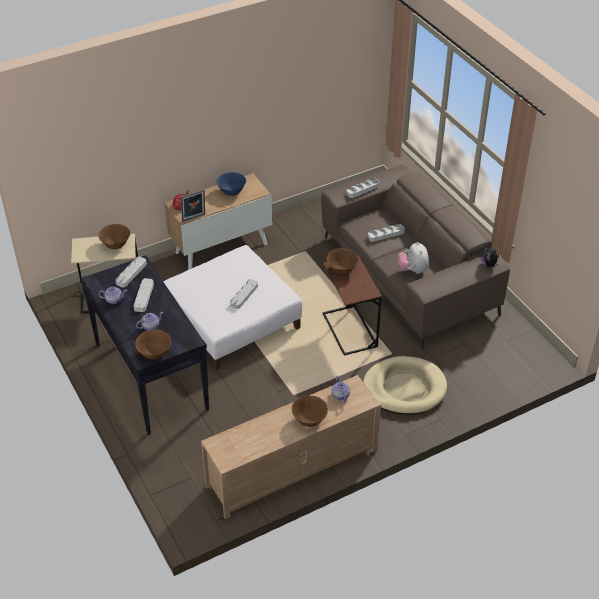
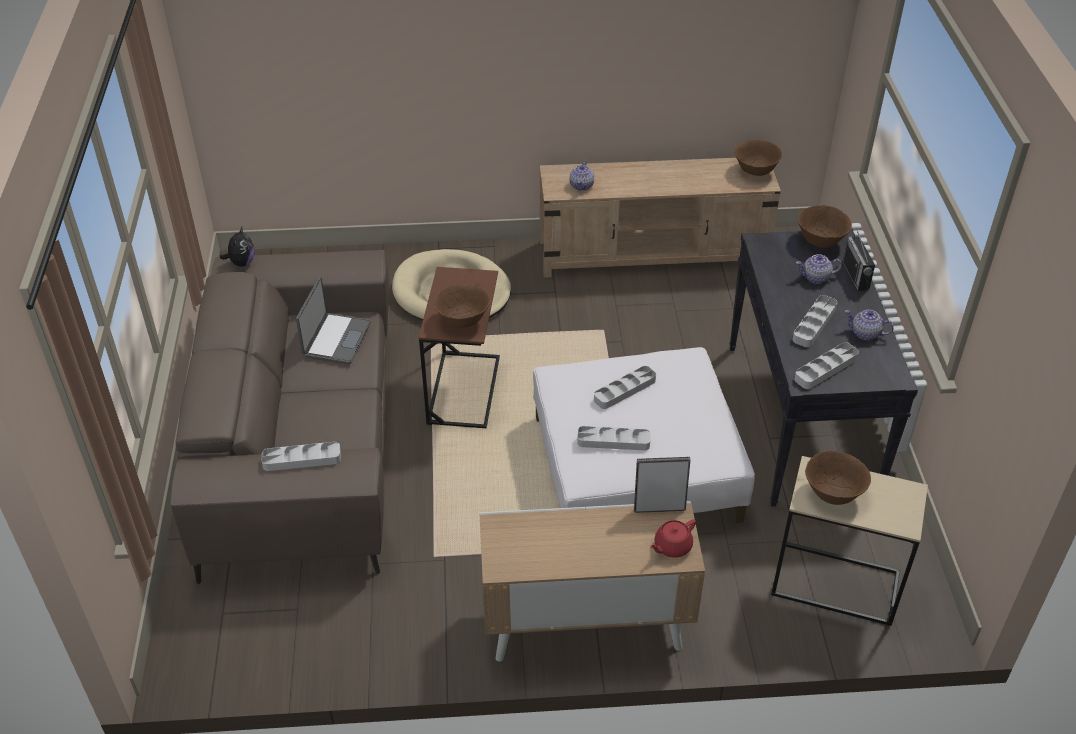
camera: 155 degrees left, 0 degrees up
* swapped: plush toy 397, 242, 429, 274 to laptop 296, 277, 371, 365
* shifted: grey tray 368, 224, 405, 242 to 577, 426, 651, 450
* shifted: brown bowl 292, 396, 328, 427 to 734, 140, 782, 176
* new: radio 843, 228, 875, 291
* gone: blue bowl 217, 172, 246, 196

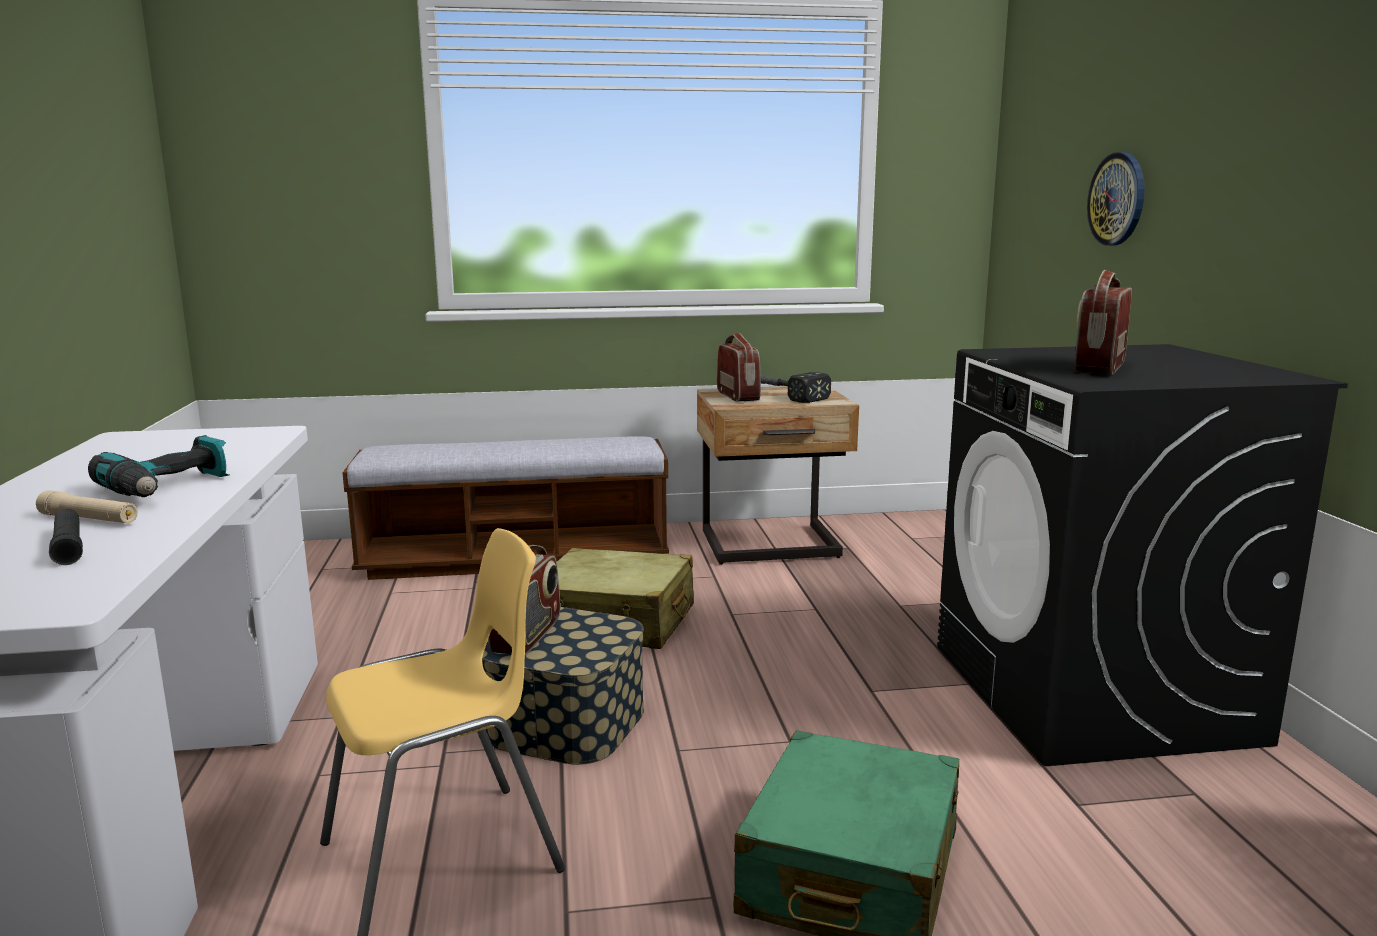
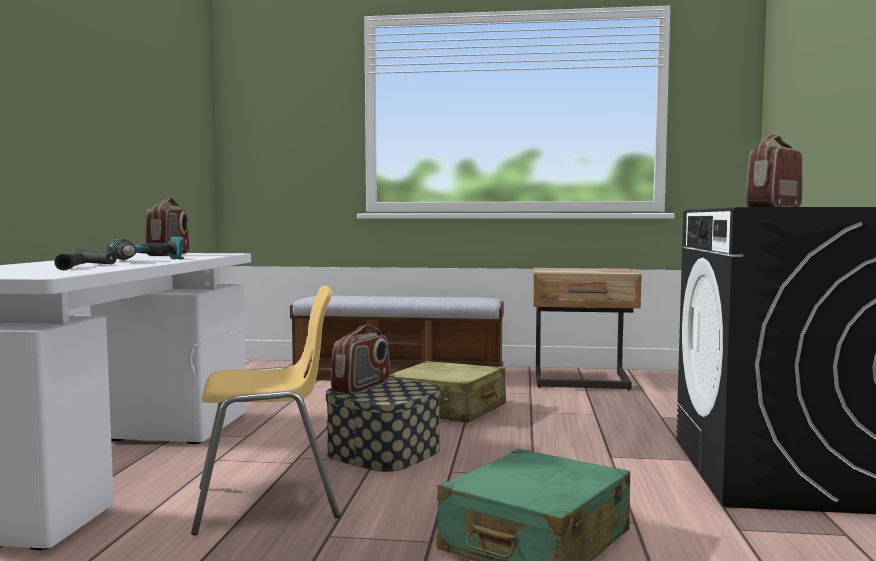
camera: 15 degrees right, 10 degrees down
* repainted: beige flashlight 36, 490, 138, 523 to black flashlight 70, 249, 117, 264
* shifted: radio 717, 333, 761, 402 to 146, 197, 189, 256
* gone: hammer 760, 372, 831, 403
* gone: wall clock 1087, 152, 1145, 246

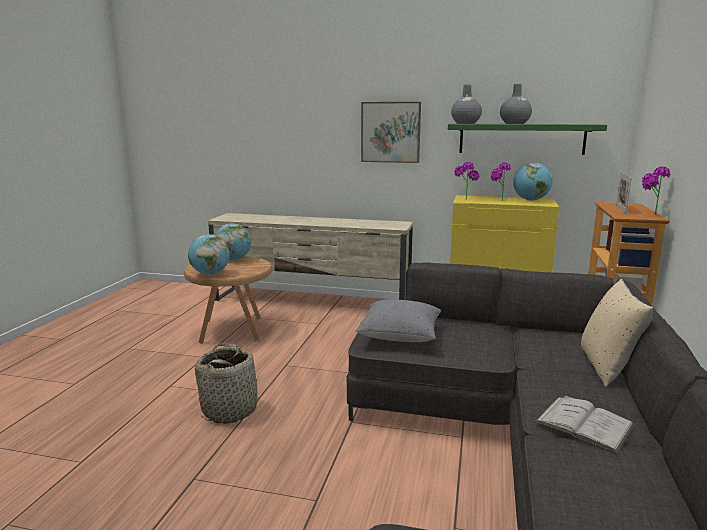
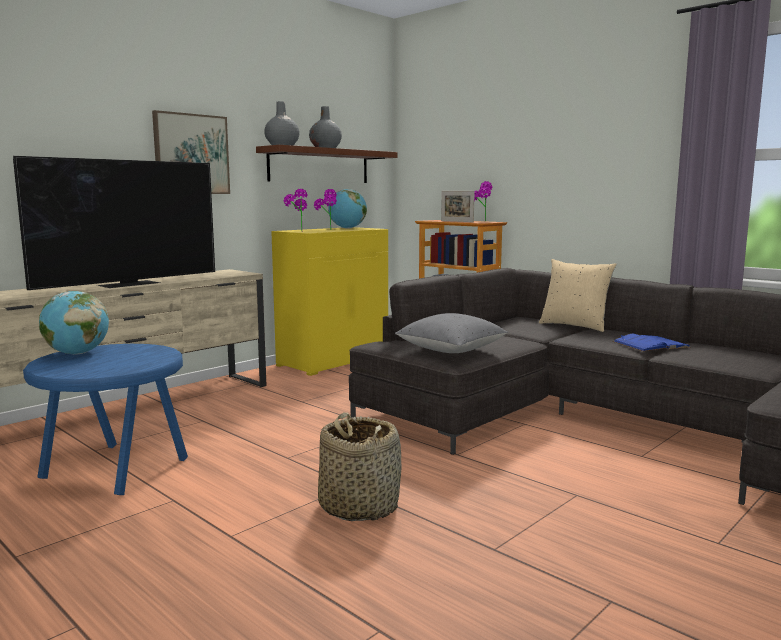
camera: 60 degrees left, 5 degrees down
* new: television 13, 156, 215, 290
* repainted: brown side table 184, 256, 272, 344 to blue side table 23, 344, 188, 495
* repainted: green shelf 448, 124, 607, 155 to brown shelf 256, 145, 397, 183
* repainted: white book 534, 395, 635, 454 to blue book 613, 334, 691, 352
* gone: globe 188, 234, 230, 275

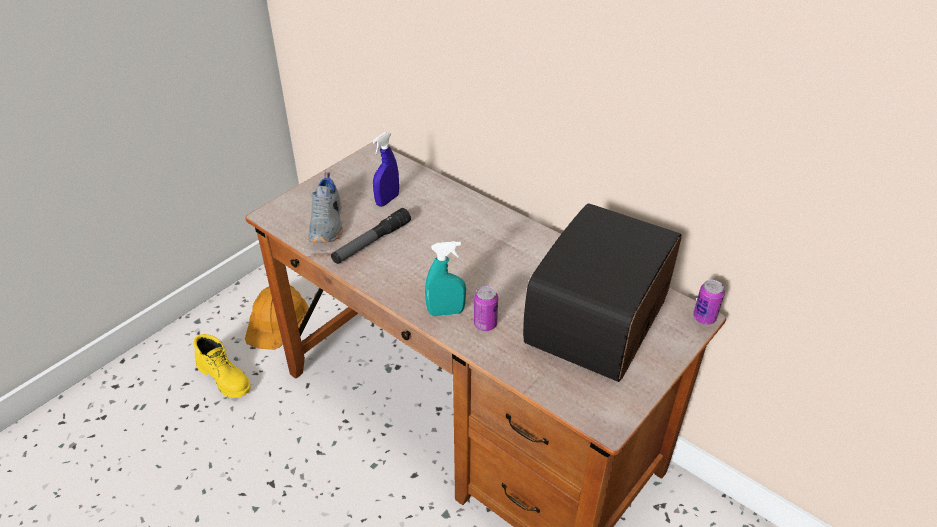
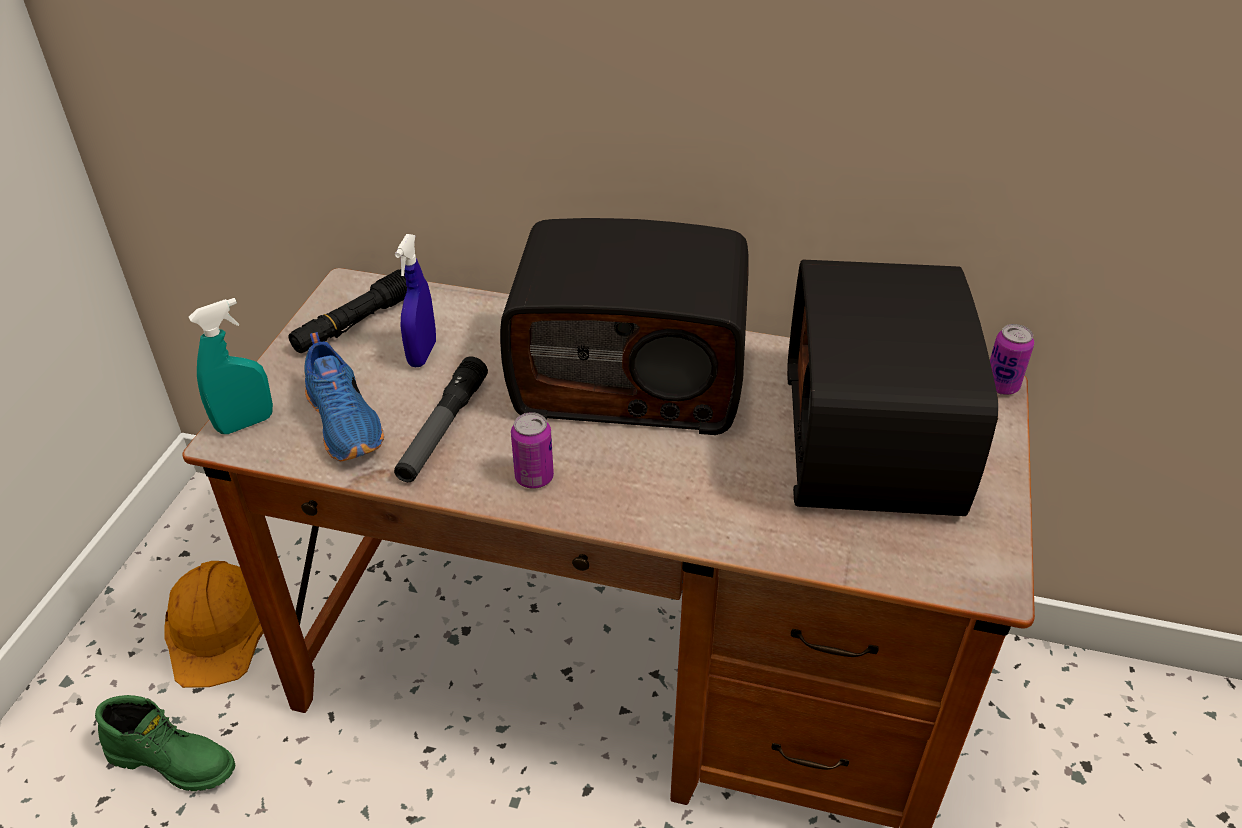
camera: 25 degrees left, 0 degrees up
* repainted: yellow boot 193, 334, 251, 398 to green boot 95, 695, 235, 791
* shifted: turquoise spray bottle 425, 241, 466, 316 to 189, 298, 273, 434
* new: black flashlight 289, 269, 407, 353
* repainted: grey shoe 309, 172, 343, 243 to blue shoe 305, 332, 384, 461
* new: radio 500, 218, 749, 435
* shifted: can 474, 286, 498, 331 to 511, 412, 554, 489

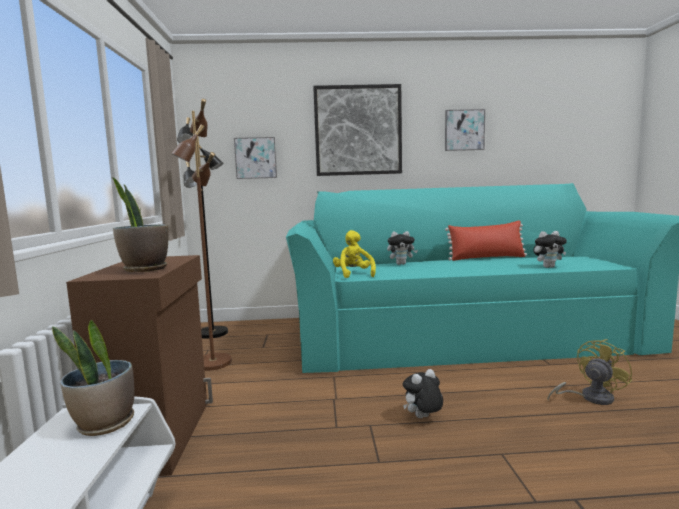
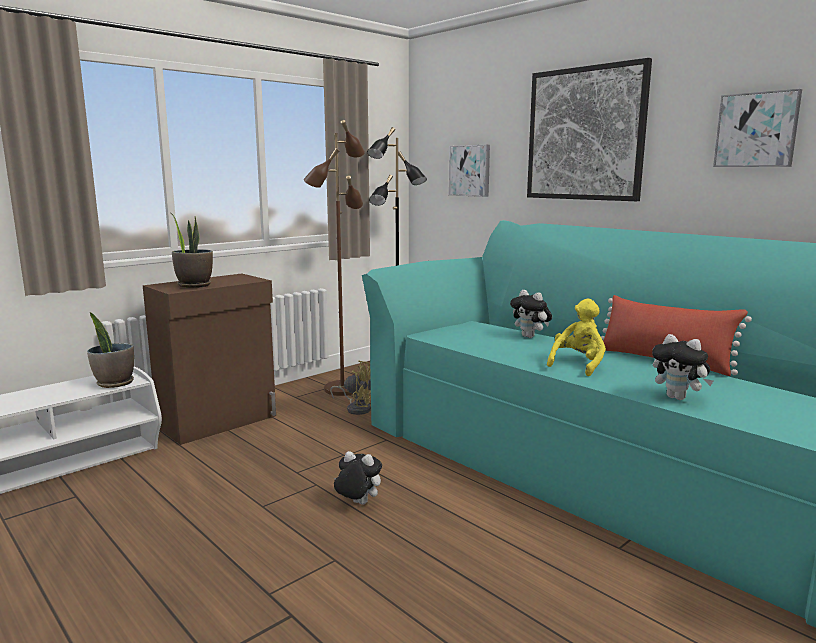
camera: 50 degrees right, 5 degrees up
* shifted: yellow fan 547, 339, 632, 405 to 330, 361, 371, 415
* shifted: yellow plush toy 333, 230, 376, 278 to 547, 299, 606, 376

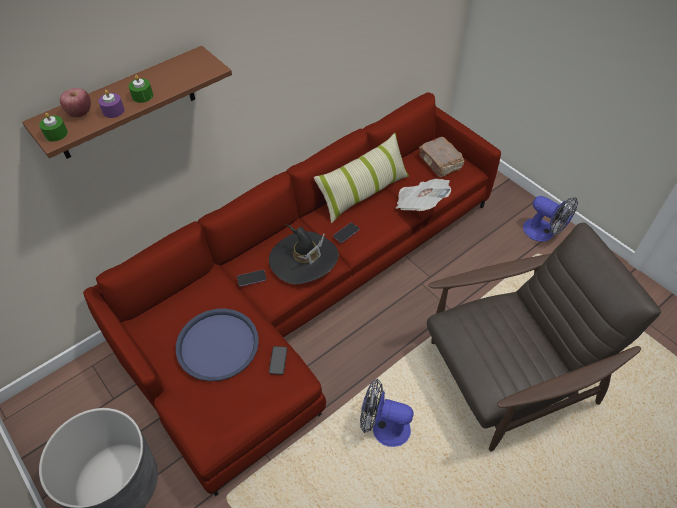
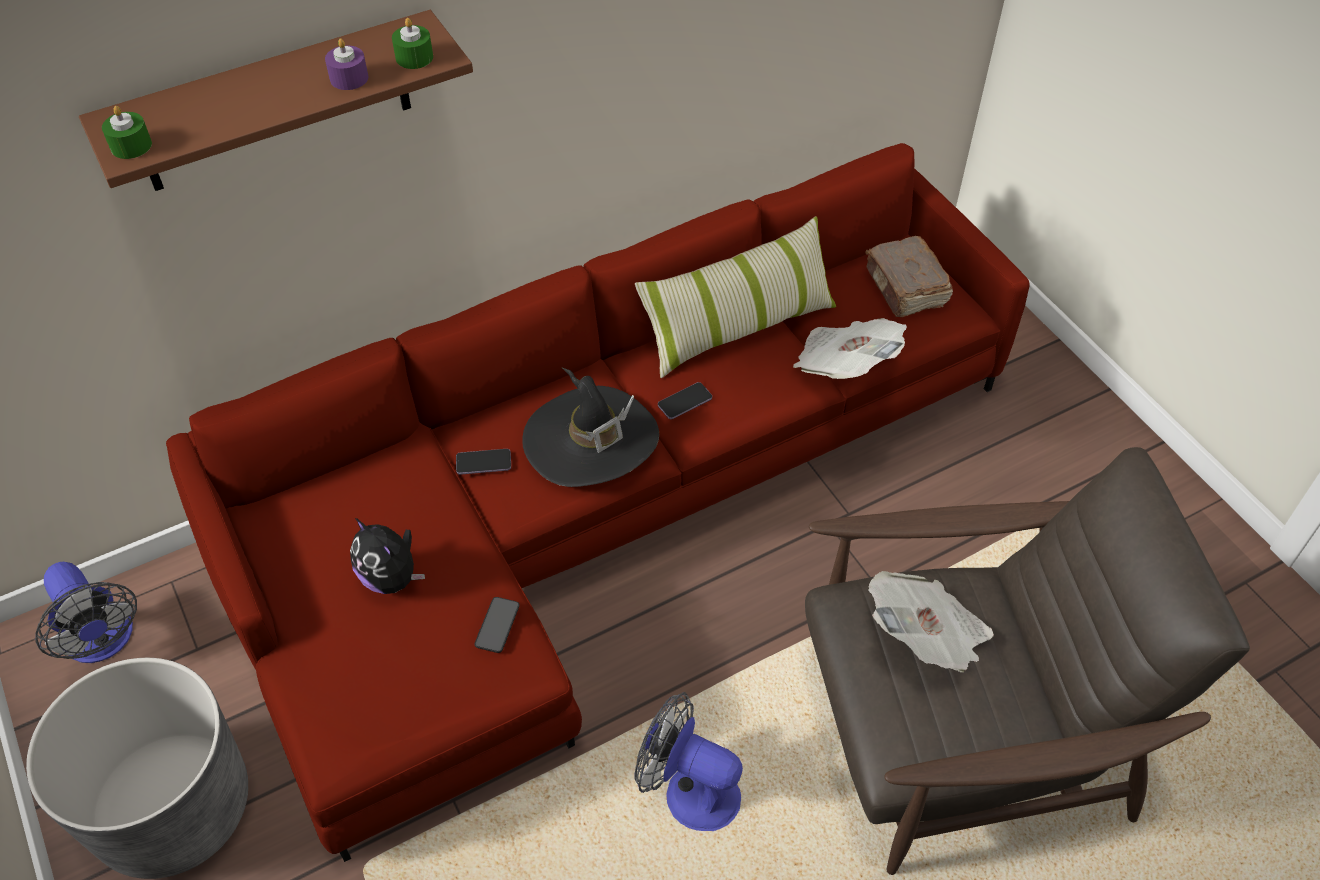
camera: 10 degrees right, 0 degrees up
* shifted: fan 523, 196, 578, 242 to 35, 562, 137, 663
* shifted: purple candle 98, 90, 124, 118 to 325, 38, 368, 90
* swapped: blue tray 176, 309, 259, 381 to plush toy 350, 518, 425, 594
* shifted: green candle 128, 75, 153, 103 to 392, 18, 433, 69
* new: newspaper 868, 571, 994, 672
* gone: apple 60, 88, 91, 118

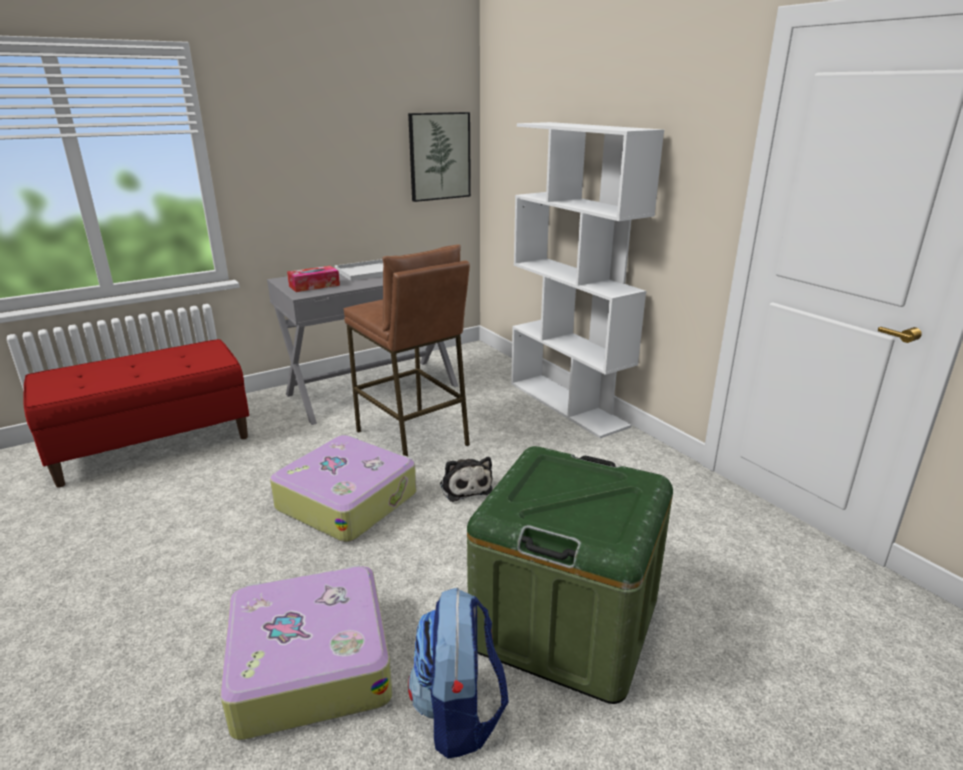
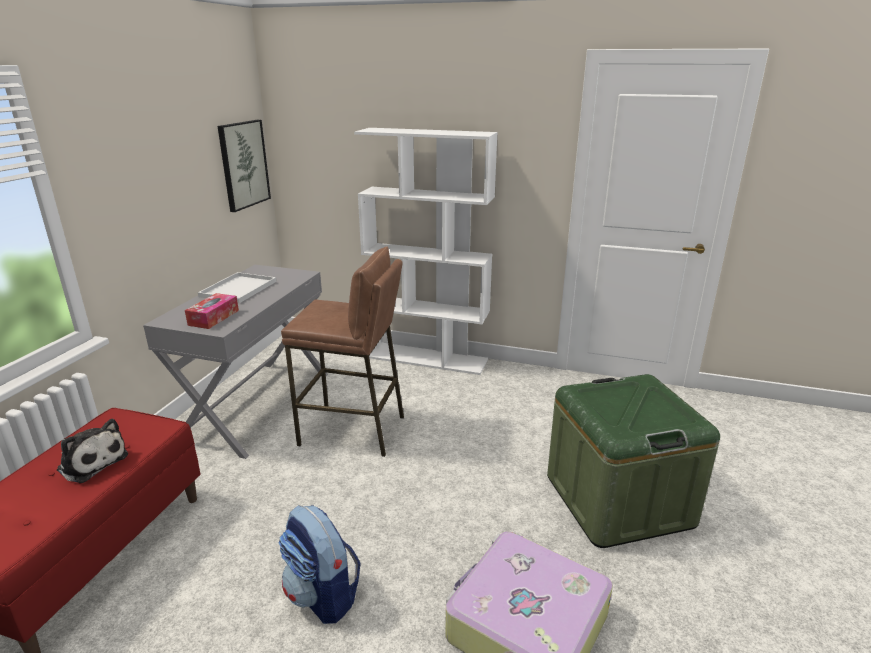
camera: 40 degrees left, 0 degrees up
* shifted: plush toy 440, 457, 493, 502 to 57, 419, 128, 483
* shifted: backpack 408, 587, 509, 759 to 278, 505, 360, 624
* gone: suitcase 270, 435, 416, 542

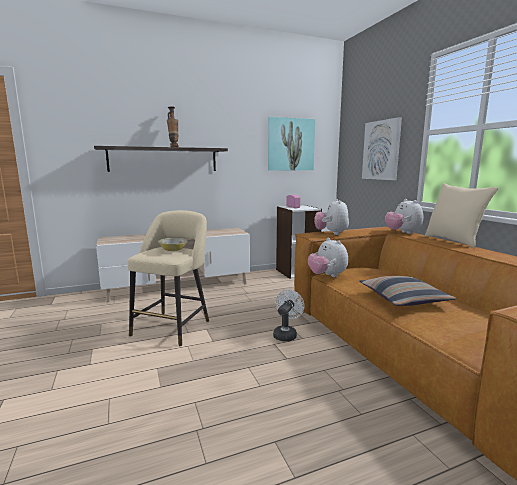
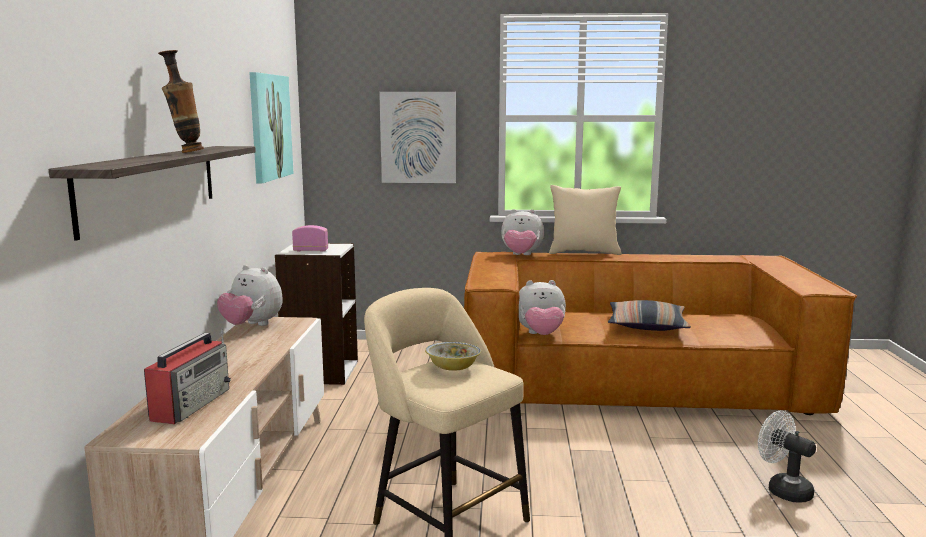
camera: 65 degrees left, 0 degrees up
* new: radio 144, 329, 231, 424
* shifted: plush toy 314, 199, 349, 235 to 217, 265, 283, 326
* shifted: white fan 273, 290, 305, 341 to 758, 411, 816, 503

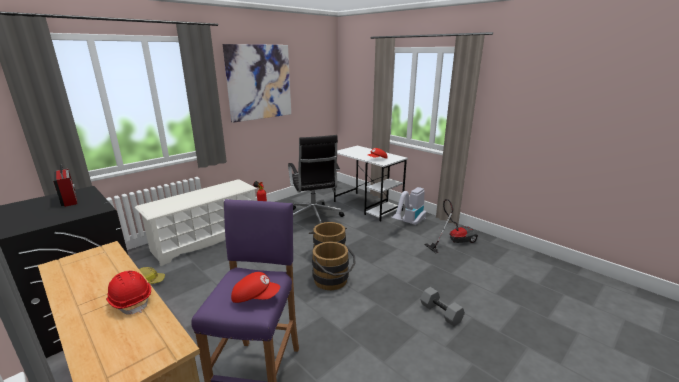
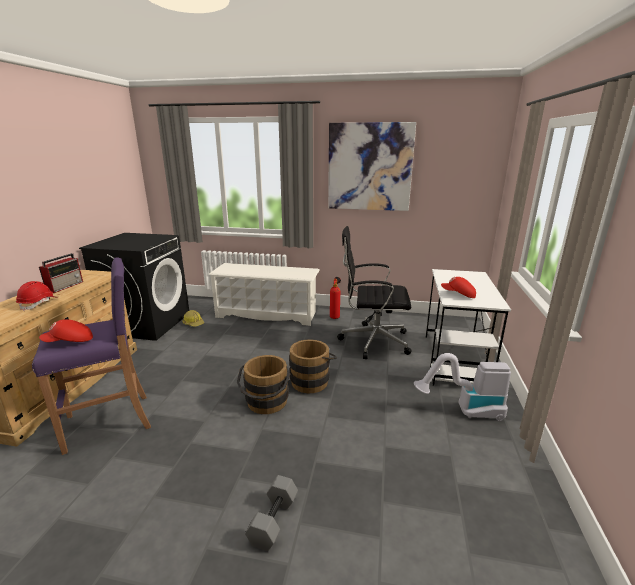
camera: 55 degrees right, 0 degrees up
* shifted: radio 53, 165, 77, 207 to 39, 253, 83, 293
* rotated: red cap 231, 272, 280, 303 = 39, 319, 93, 342 90 degrees clockwise
* rotated: black office chair 288, 135, 344, 223 = 337, 226, 411, 359 60 degrees clockwise
* gone: vacuum cleaner 424, 199, 478, 253

